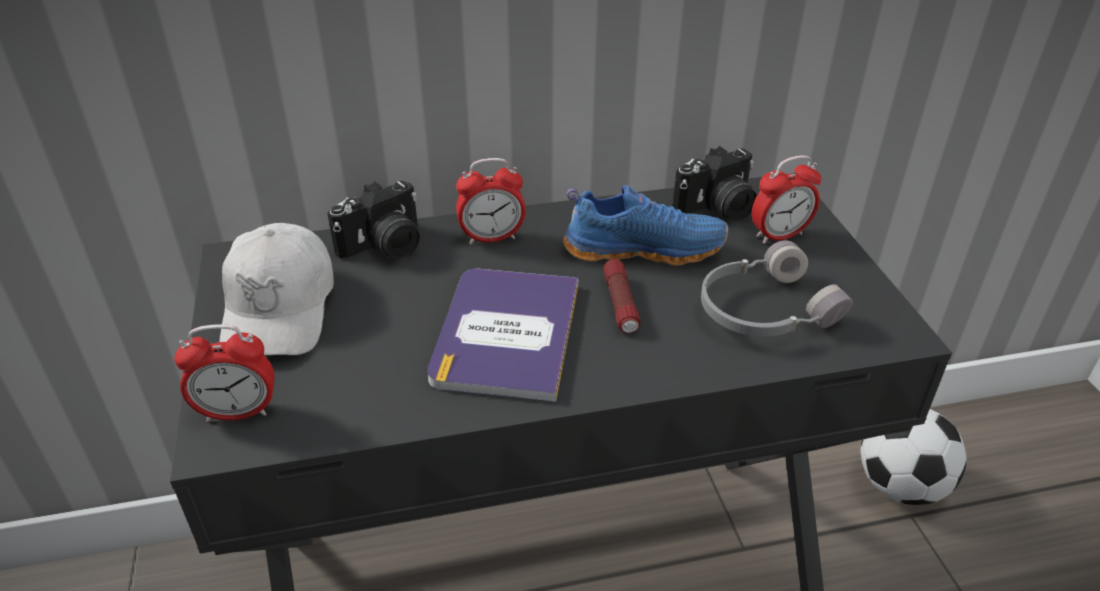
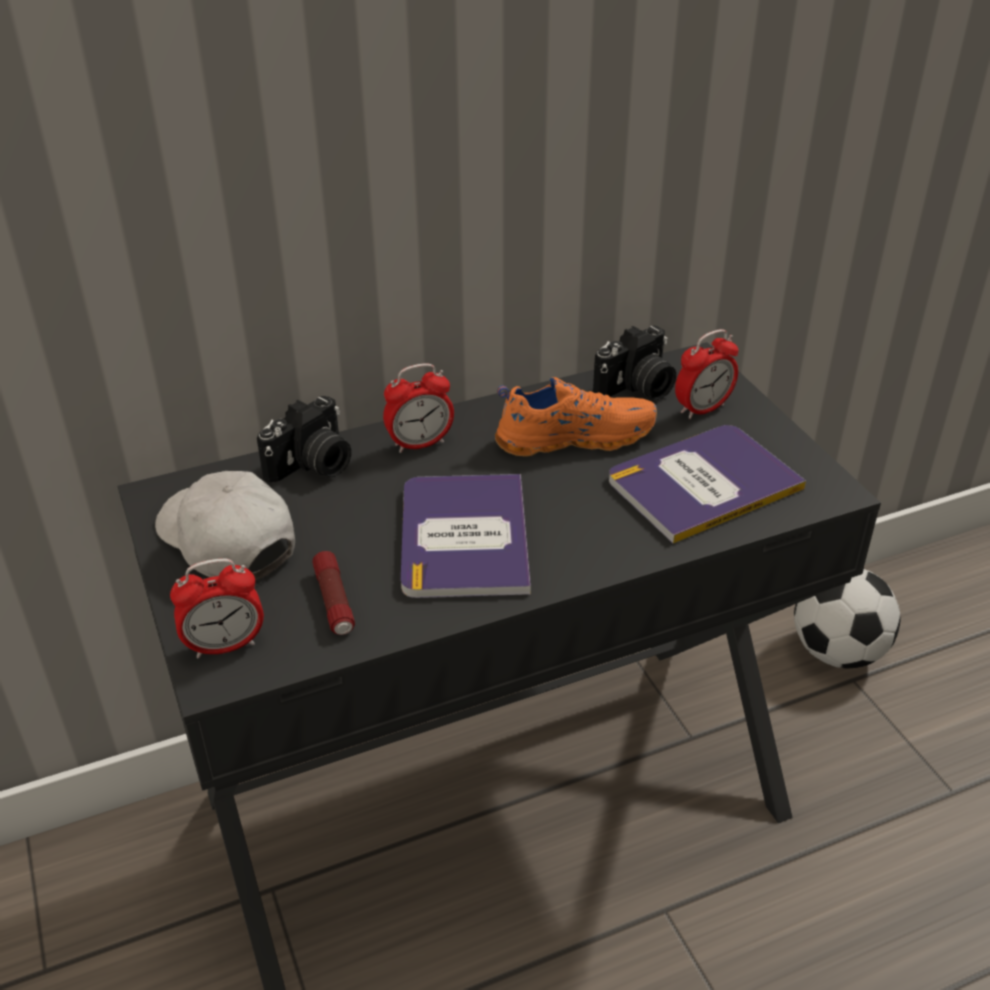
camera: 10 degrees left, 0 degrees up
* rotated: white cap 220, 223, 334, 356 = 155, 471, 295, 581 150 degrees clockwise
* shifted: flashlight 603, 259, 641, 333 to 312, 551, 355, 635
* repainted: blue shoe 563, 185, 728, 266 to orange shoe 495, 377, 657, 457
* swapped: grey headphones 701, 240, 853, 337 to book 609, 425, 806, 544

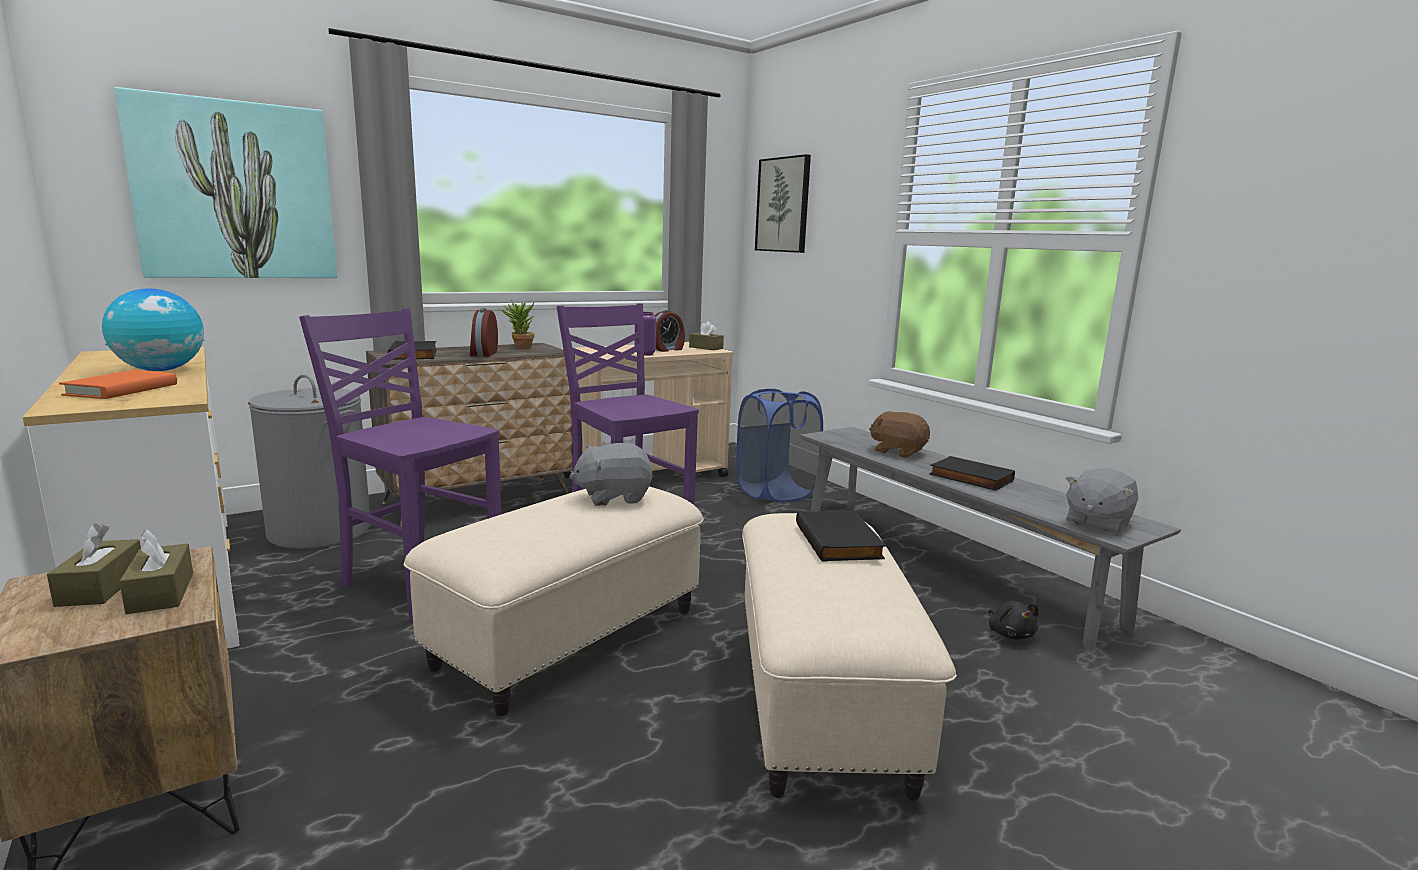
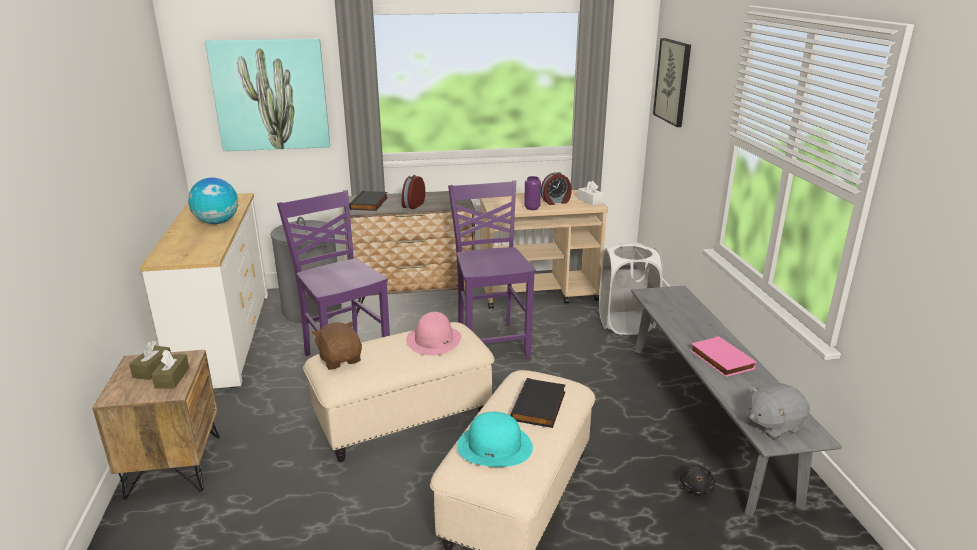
camera: 25 degrees right, 10 degrees up
* shifted: brown plush toy 869, 411, 930, 458 to 312, 322, 362, 370
* swapped: grey plush toy 569, 443, 652, 506 to pink hat 406, 312, 461, 356
* new: turquoise hat 457, 412, 533, 467
* repainted: brown tissue box 689, 321, 724, 350 to white tissue box 578, 181, 604, 205
* repainted: blue laundry basket 736, 389, 823, 503 to white laundry basket 599, 242, 663, 335
* repainted: black book 929, 456, 1015, 491 to pink book 690, 336, 756, 377
* gone: orange book 59, 370, 177, 399
* gone: potted plant 499, 300, 535, 349

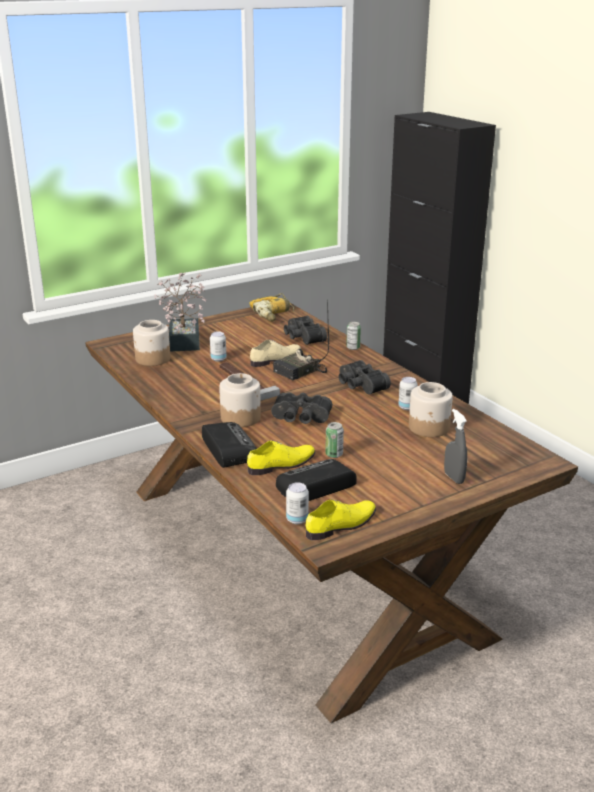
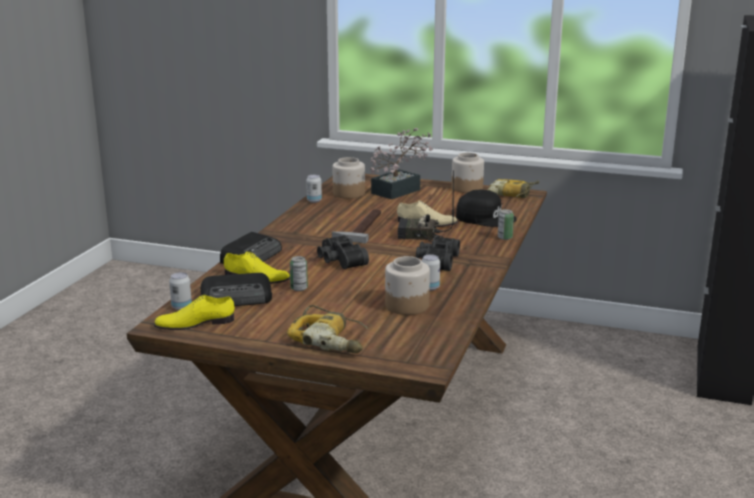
camera: 50 degrees right, 5 degrees down
* rotated: yellow shoe 306, 499, 376, 540 = 154, 295, 235, 330 150 degrees clockwise
* rotated: radio 276, 459, 357, 501 = 200, 273, 272, 306 150 degrees clockwise
* swapped: grey spray bottle 444, 409, 467, 484 to power drill 287, 305, 368, 353
* shifted: can 210, 331, 226, 361 to 306, 175, 322, 203
* shifted: jar 219, 373, 261, 427 to 451, 153, 484, 193
* swapped: black binoculars 284, 316, 327, 345 to black cap 456, 189, 517, 227

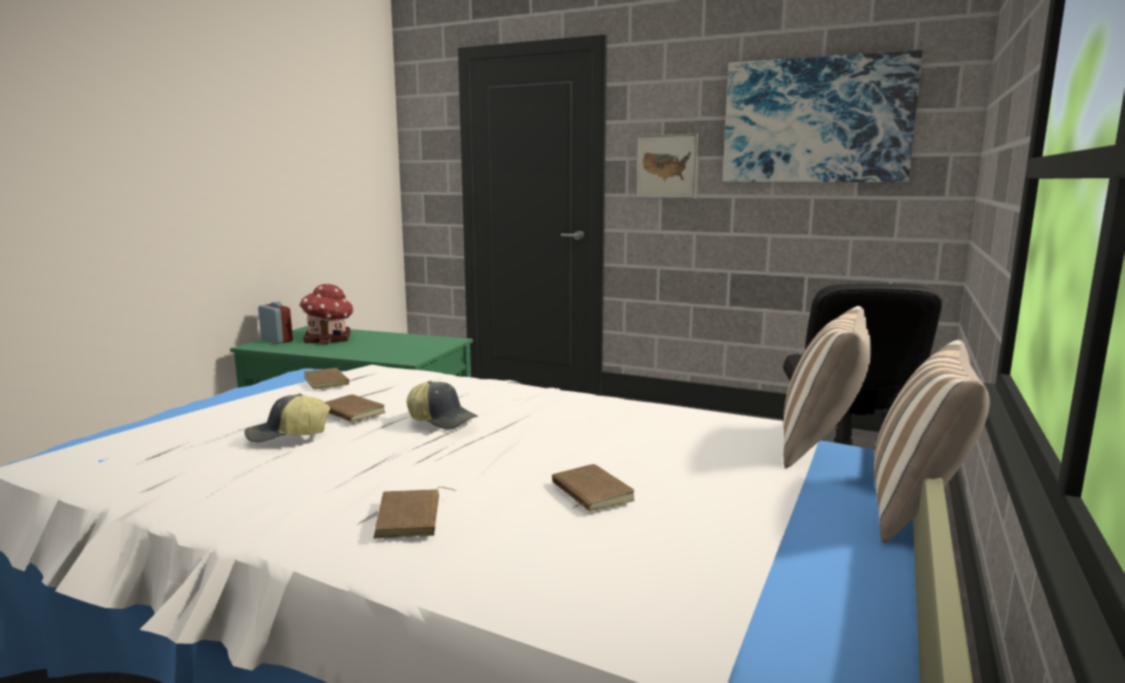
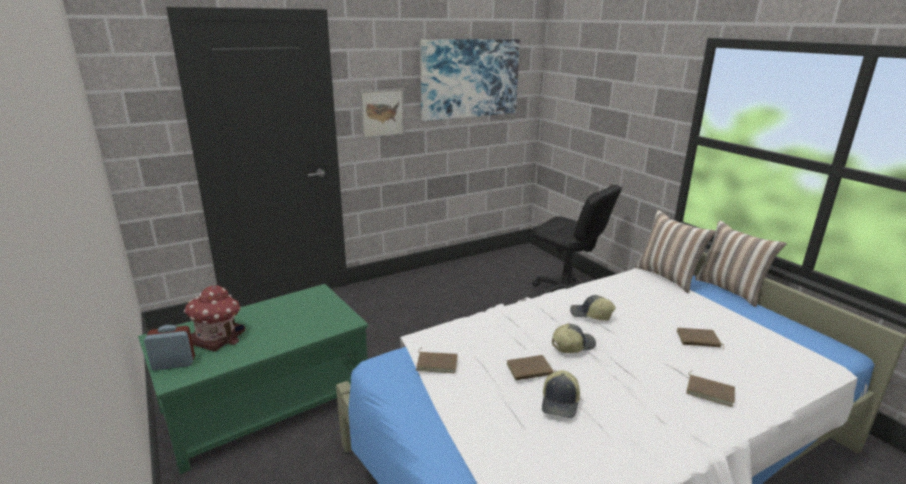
camera: 55 degrees left, 10 degrees up
* new: cap 570, 295, 616, 320

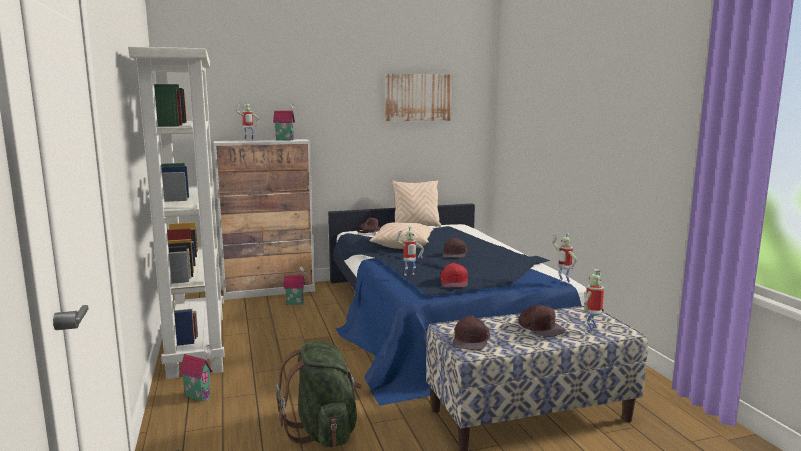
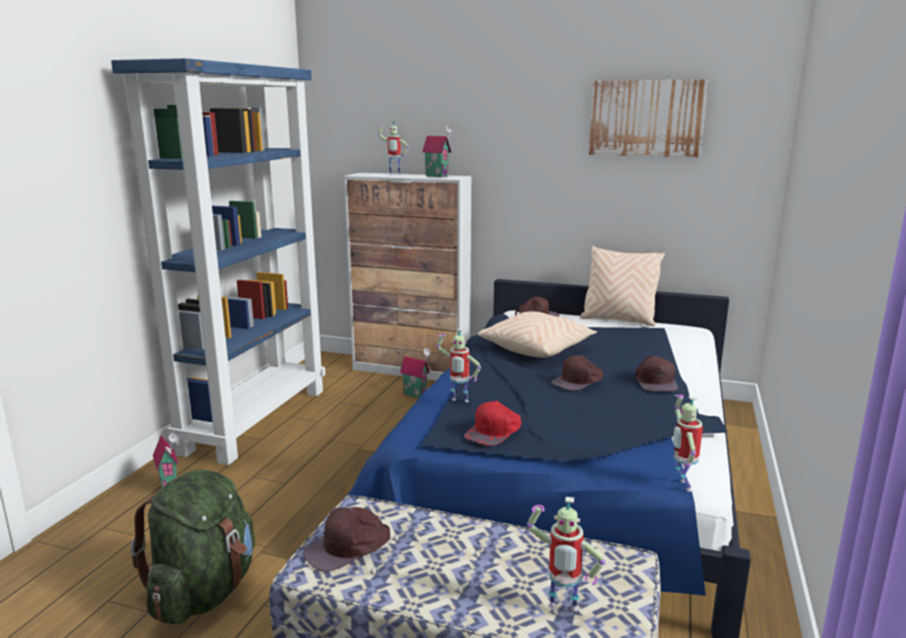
camera: 35 degrees right, 5 degrees up
* repainted: white bookcase 128, 47, 225, 379 to blue bookcase 111, 58, 325, 465
* rotated: toy robot 582, 269, 604, 334 = 527, 497, 605, 611 150 degrees counterclockwise
* shifted: brown cap 519, 305, 566, 337 to 635, 356, 678, 391

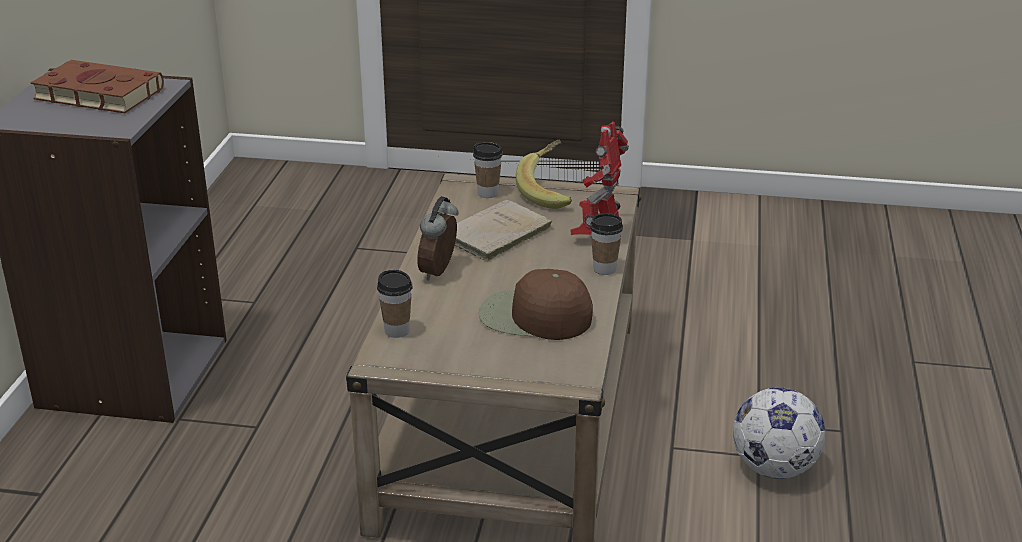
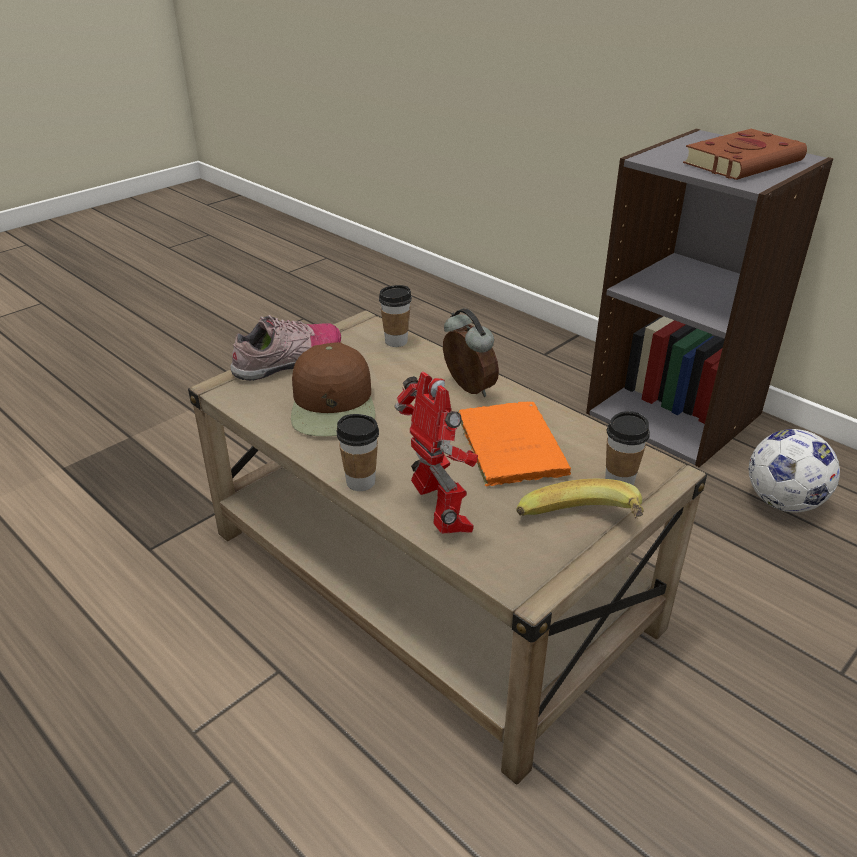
camera: 125 degrees right, 5 degrees up
* new: shoe 230, 315, 341, 381
* rotated: brown cap 479, 269, 593, 340 = 291, 342, 375, 436 120 degrees clockwise
* repainted: beige book 455, 200, 552, 262 to orange book 458, 402, 571, 486
* shifted: football 733, 387, 825, 479 to 748, 429, 840, 512

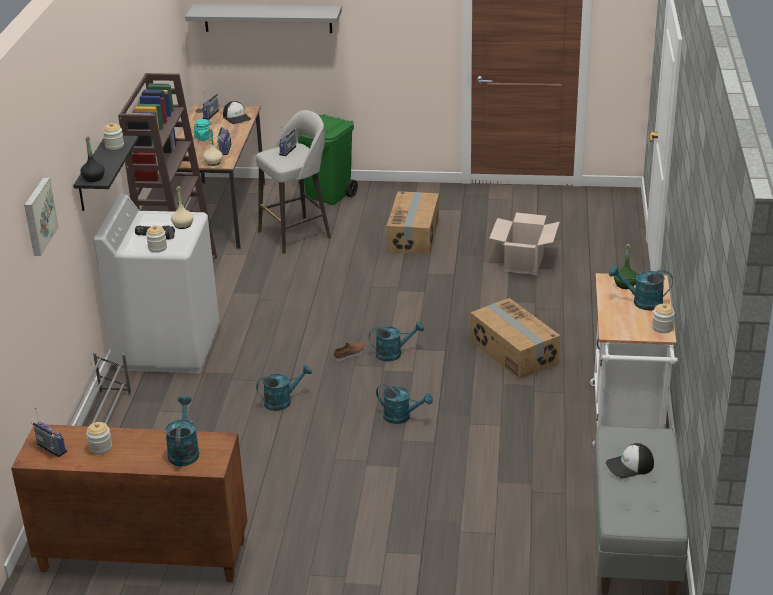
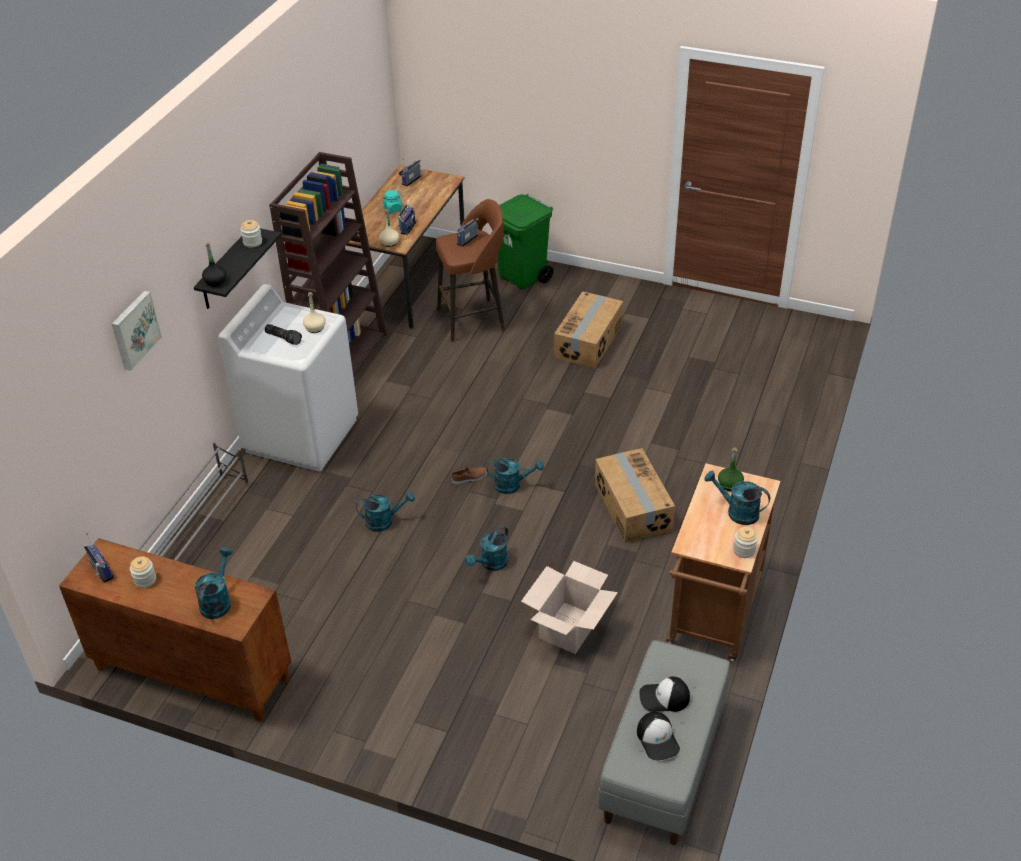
camera: 15 degrees right, 10 degrees up
* repainted: grey stool 256, 110, 331, 254 to brown stool 436, 199, 505, 342
* rotated: turquoise watering can 376, 384, 433, 424 = 465, 526, 508, 571 90 degrees clockwise
* shifted: cardboard box 490, 213, 560, 275 to 521, 561, 618, 654
* shifted: cap 223, 101, 251, 124 to 637, 712, 680, 761
* repainted: white cart 590, 273, 678, 447 to brown cart 666, 464, 780, 661
* gone: jar 146, 225, 167, 253
* gone: grey shelf 185, 4, 342, 33

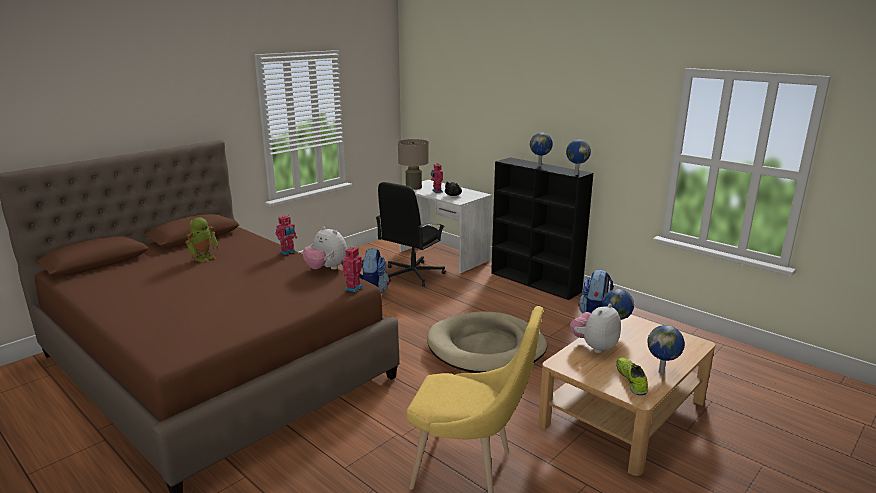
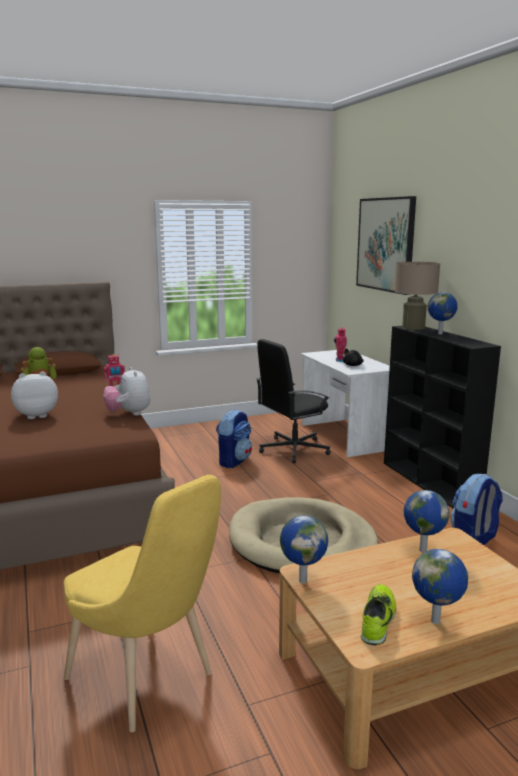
camera: 25 degrees right, 5 degrees down
* shifted: plush toy 570, 304, 621, 353 to 11, 371, 58, 419
* shifted: globe 566, 140, 591, 175 to 280, 515, 328, 583
* new: picture 356, 196, 416, 295
* shifted: beige table lamp 398, 139, 429, 190 to 394, 262, 440, 330
* gone: toy robot 341, 247, 363, 292

